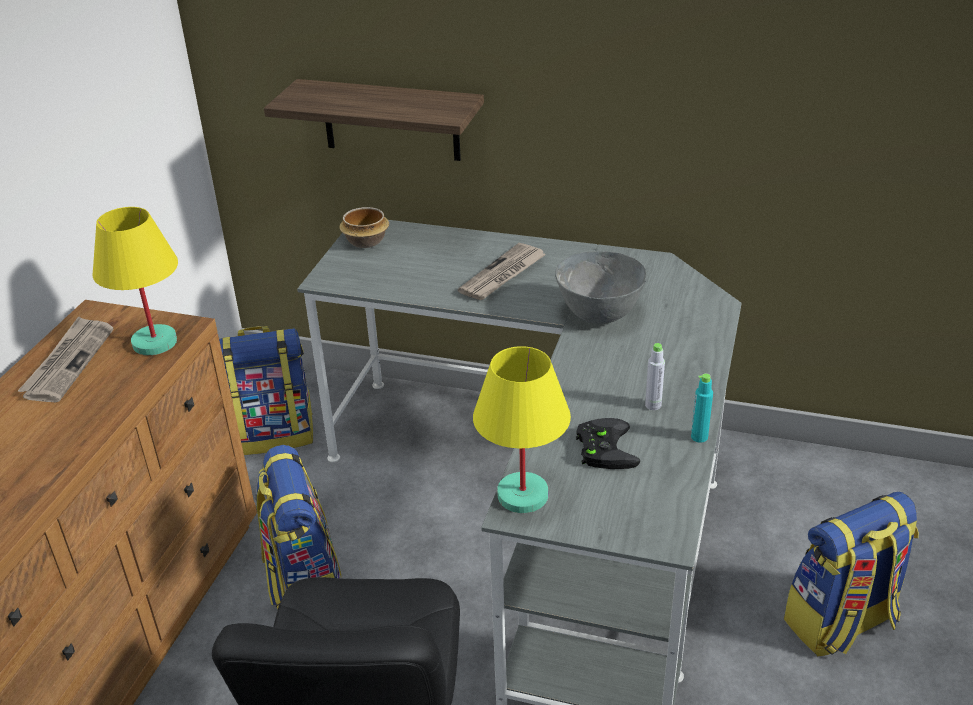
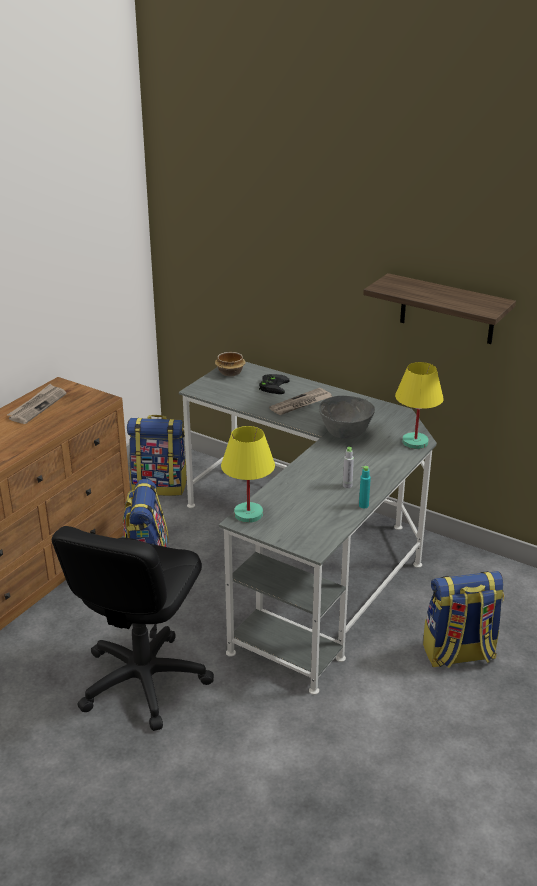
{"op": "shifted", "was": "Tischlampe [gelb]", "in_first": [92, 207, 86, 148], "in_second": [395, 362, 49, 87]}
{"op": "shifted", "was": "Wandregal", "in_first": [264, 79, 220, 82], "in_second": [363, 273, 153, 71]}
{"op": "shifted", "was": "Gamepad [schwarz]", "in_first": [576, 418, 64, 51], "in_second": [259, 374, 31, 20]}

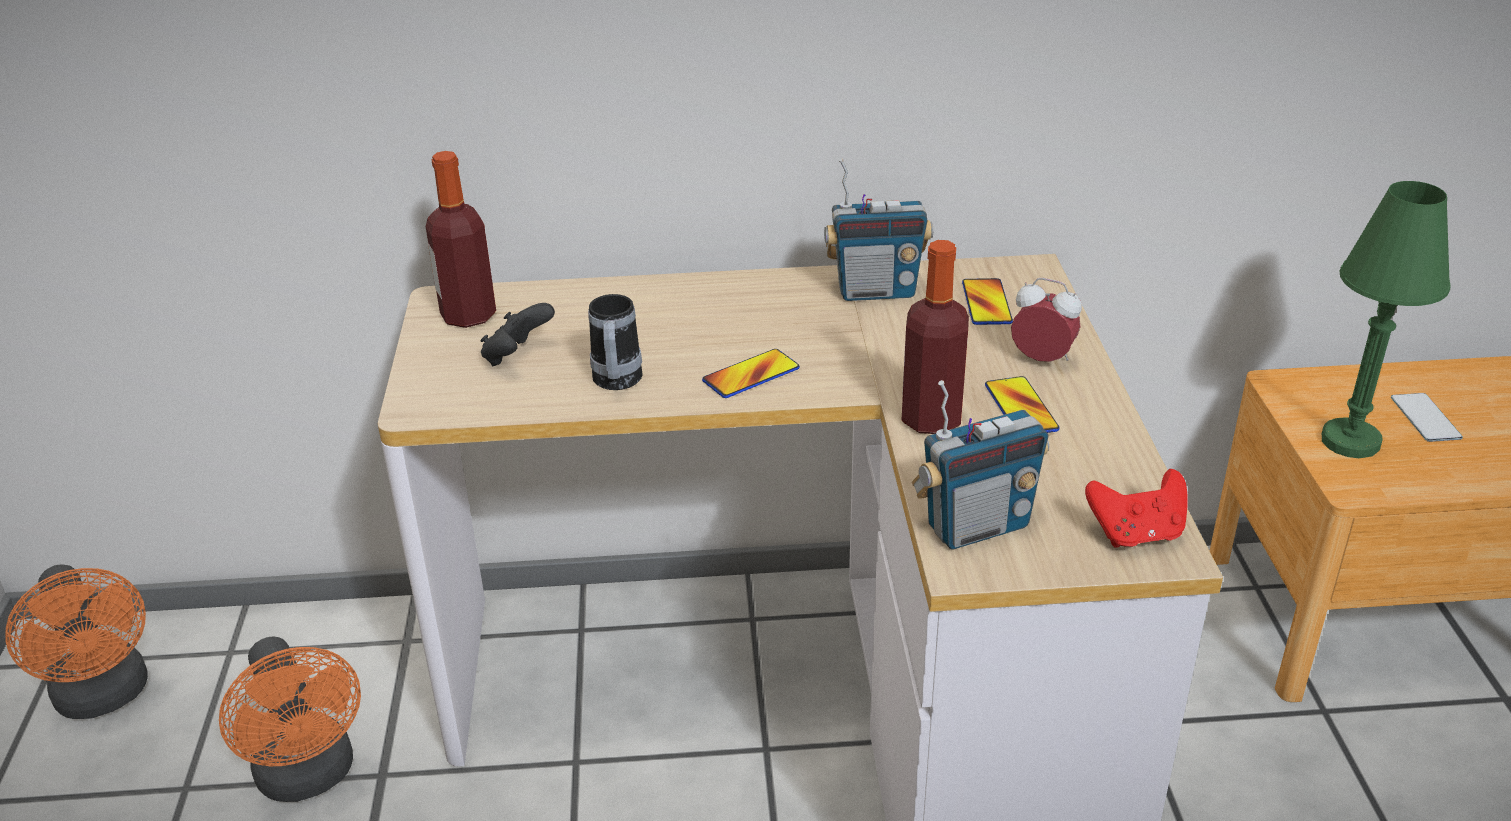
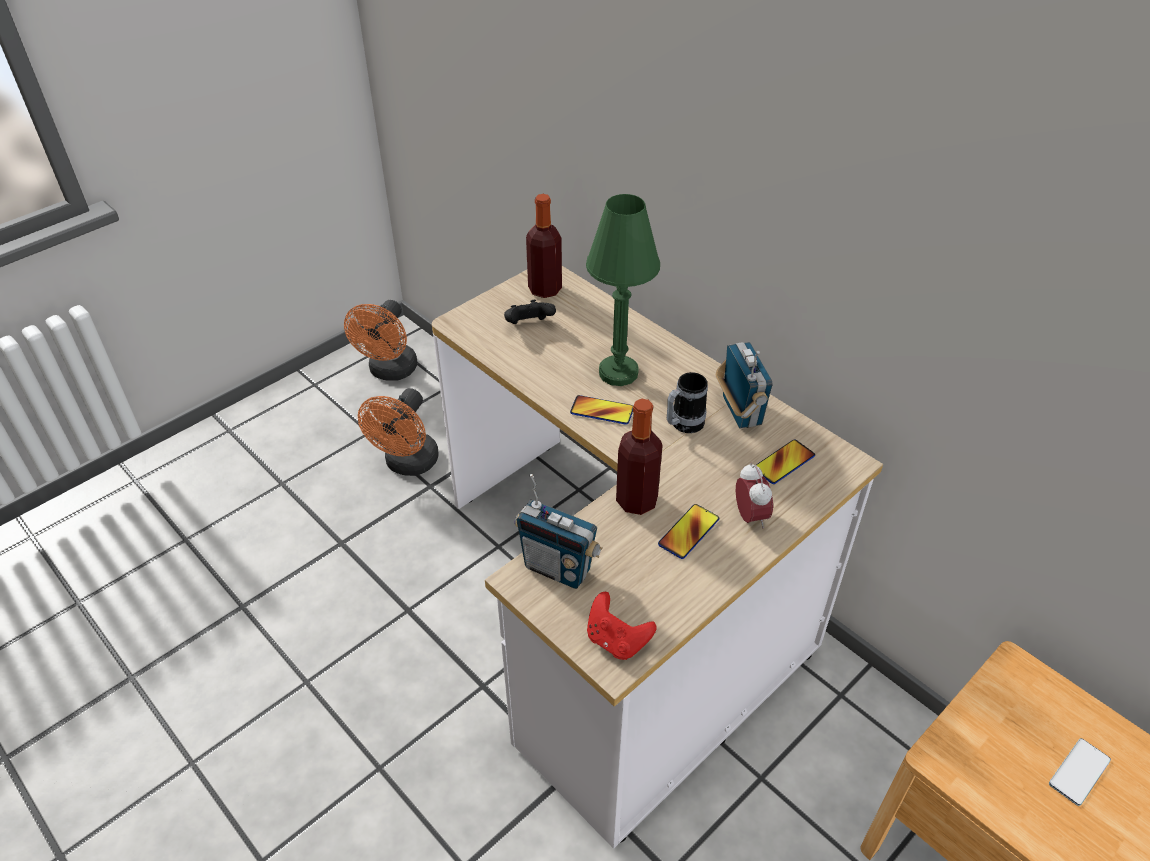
{"op": "shifted", "was": "Henkelbecher", "in_first": [588, 294, 55, 96], "in_second": [667, 372, 41, 61]}
{"op": "rotated", "was": "Radio", "in_first": [824, 158, 109, 143], "in_second": [716, 342, 57, 86], "clockwise": -150}
{"op": "shifted", "was": "Tischlampe [grün]", "in_first": [1322, 181, 129, 277], "in_second": [586, 194, 74, 192]}

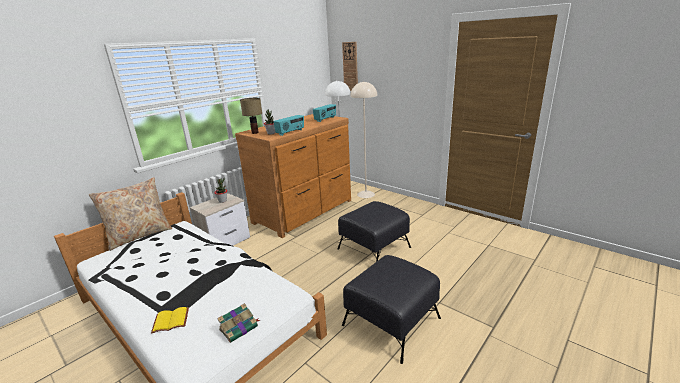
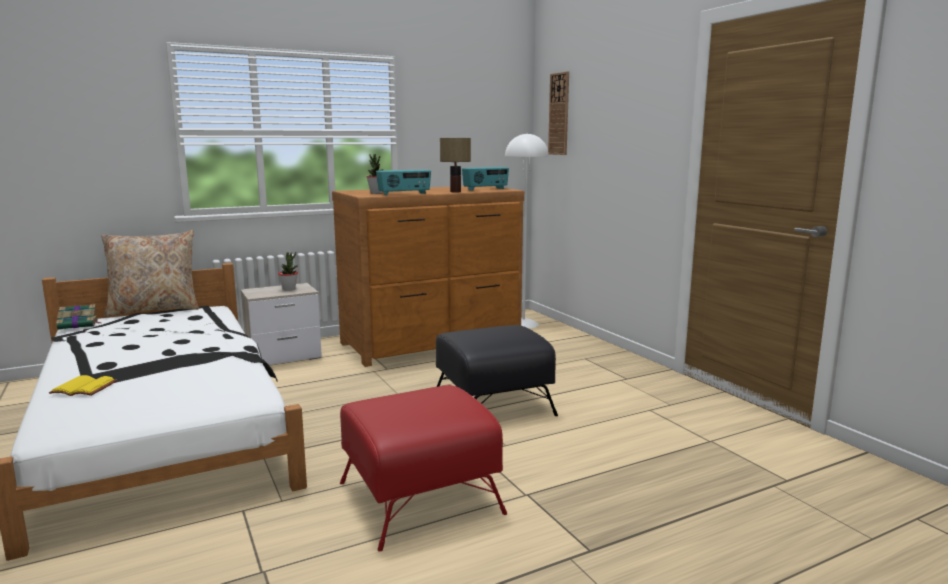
{"op": "shifted", "was": "Buch", "in_first": [217, 303, 43, 40], "in_second": [56, 304, 45, 26]}
{"op": "shifted", "was": "Tischlampe", "in_first": [240, 98, 22, 36], "in_second": [440, 138, 31, 54]}
{"op": "repainted", "was": "Polsterhocker [schwarz]", "now": "Polsterhocker [rot]", "in_first": [342, 255, 99, 109], "in_second": [340, 385, 167, 166]}
{"op": "gone", "was": "Stehlampe [beige]", "in_first": [350, 81, 27, 117]}

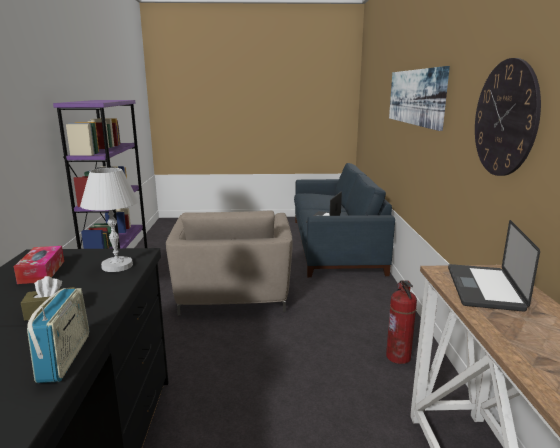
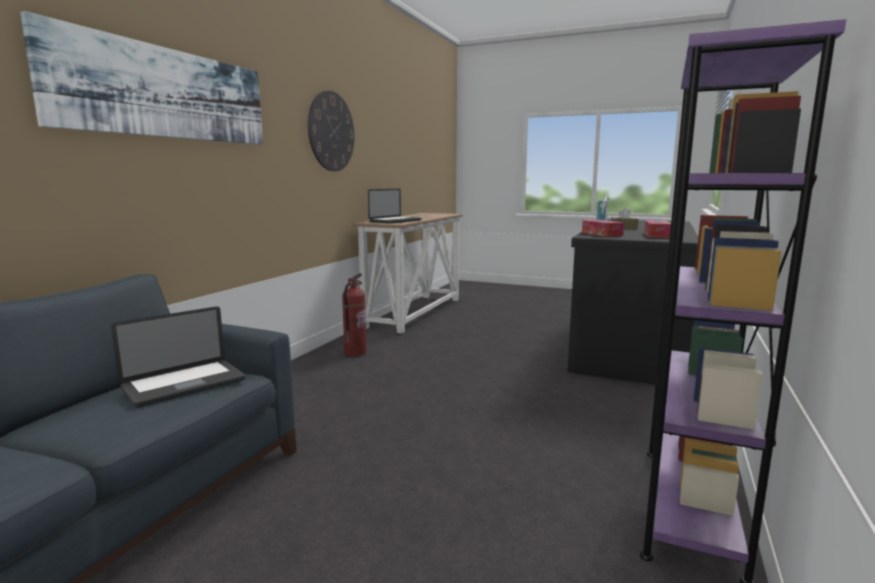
{"op": "swapped", "was": "Tischlampe [weiß]", "now": "Taschentuchbox", "in_first": [80, 168, 59, 104], "in_second": [582, 220, 42, 17]}
{"op": "gone", "was": "Sessel [beige]", "in_first": [166, 210, 127, 106]}

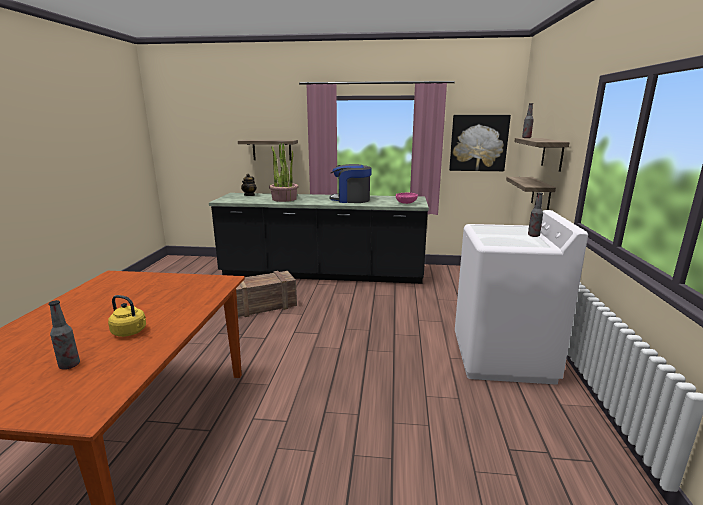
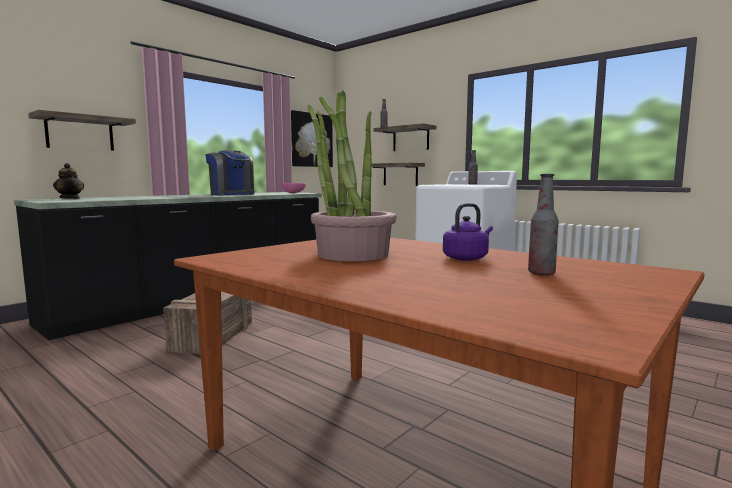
{"op": "repainted", "was": "Wasserkessel [gelb]", "now": "Wasserkessel [lila]", "in_first": [108, 295, 38, 42], "in_second": [443, 203, 50, 58]}
{"op": "shifted", "was": "Topfpflanze", "in_first": [269, 144, 30, 58], "in_second": [307, 90, 89, 171]}
{"op": "rotated", "was": "Kaffeemaschine", "in_first": [329, 164, 43, 39], "in_second": [205, 150, 50, 45], "clockwise": -90}

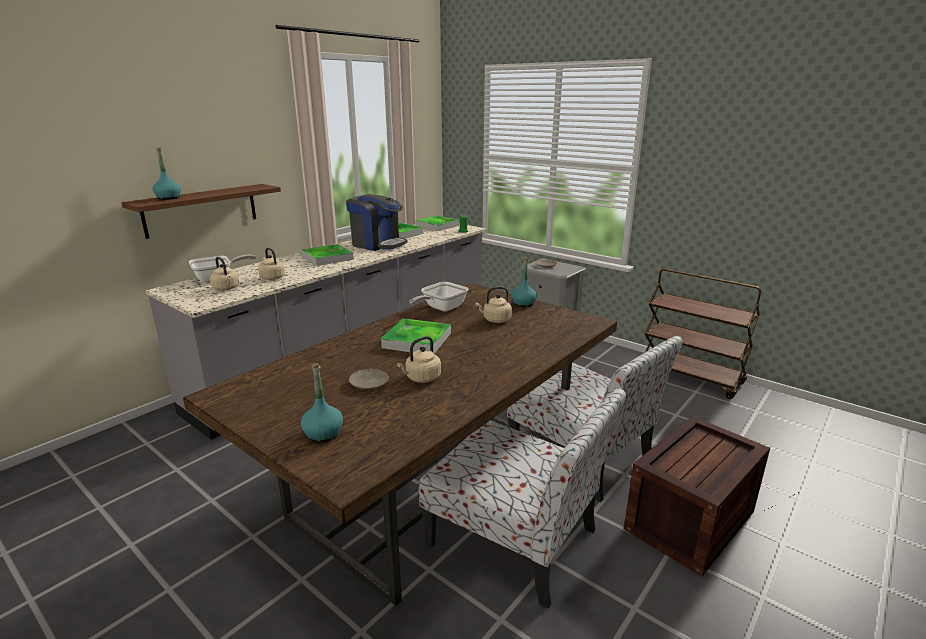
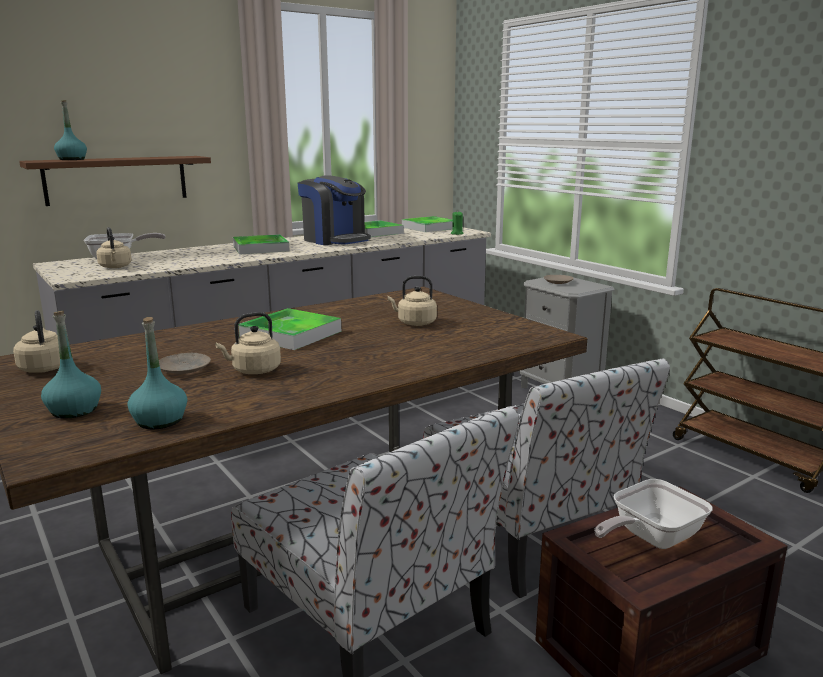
{"op": "shifted", "was": "Wasserkessel [beige]", "in_first": [258, 248, 27, 32], "in_second": [13, 310, 47, 63]}
{"op": "shifted", "was": "Pfanne", "in_first": [409, 282, 59, 29], "in_second": [594, 479, 119, 70]}
{"op": "shifted", "was": "Flasche [türkis]", "in_first": [511, 257, 26, 50], "in_second": [127, 317, 60, 112]}

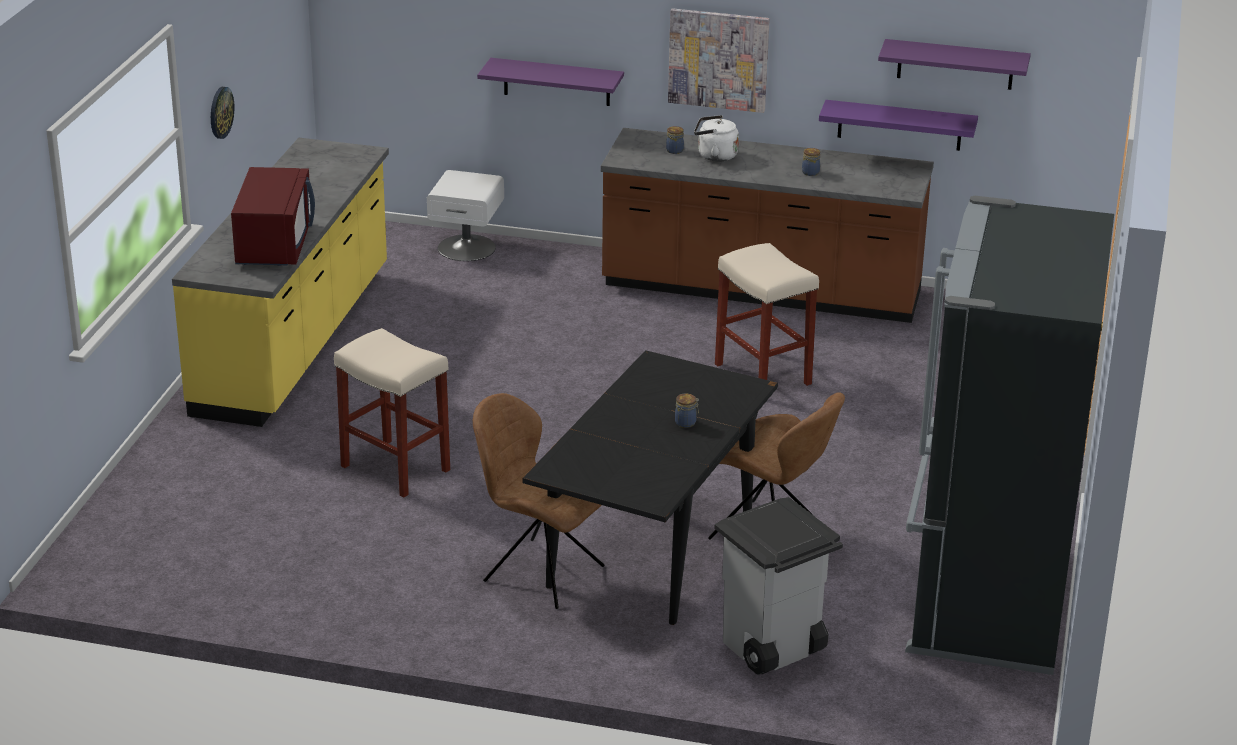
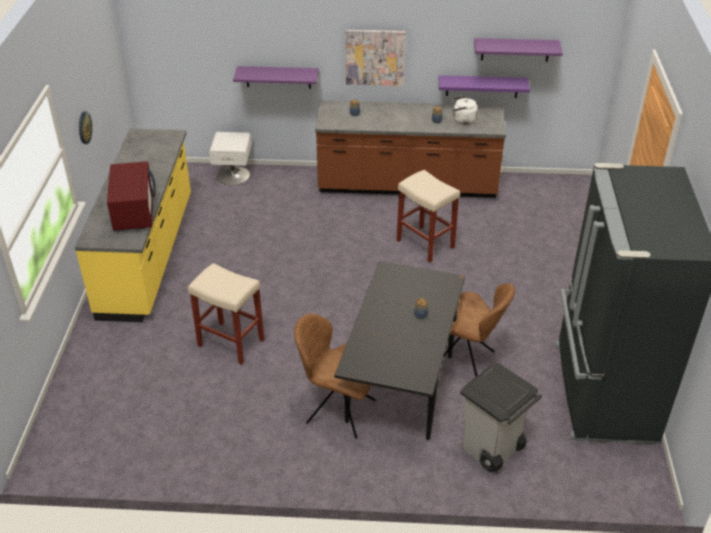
{"op": "shifted", "was": "Wasserkessel [weiß]", "in_first": [694, 115, 45, 47], "in_second": [452, 96, 26, 29]}

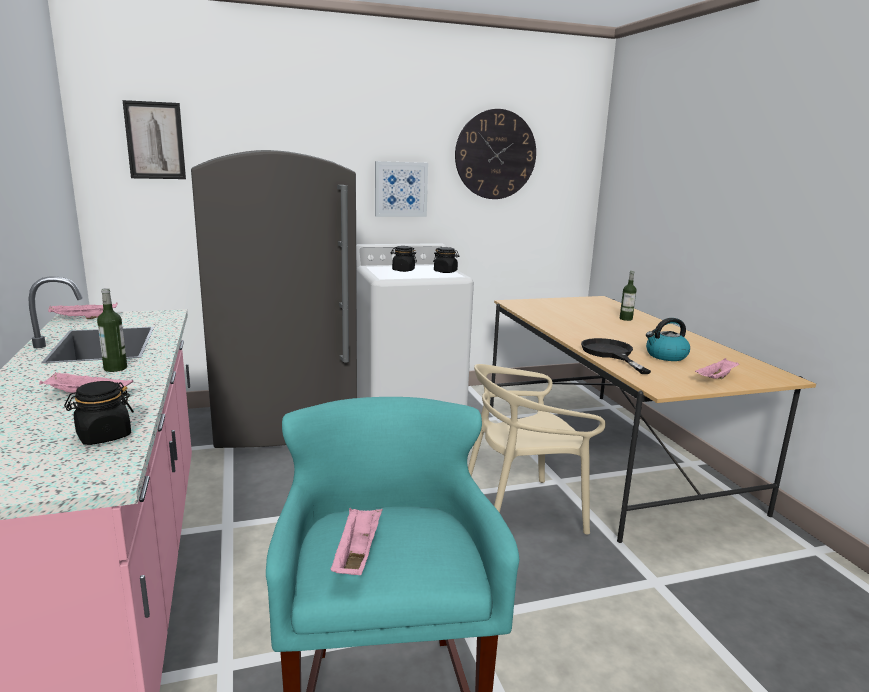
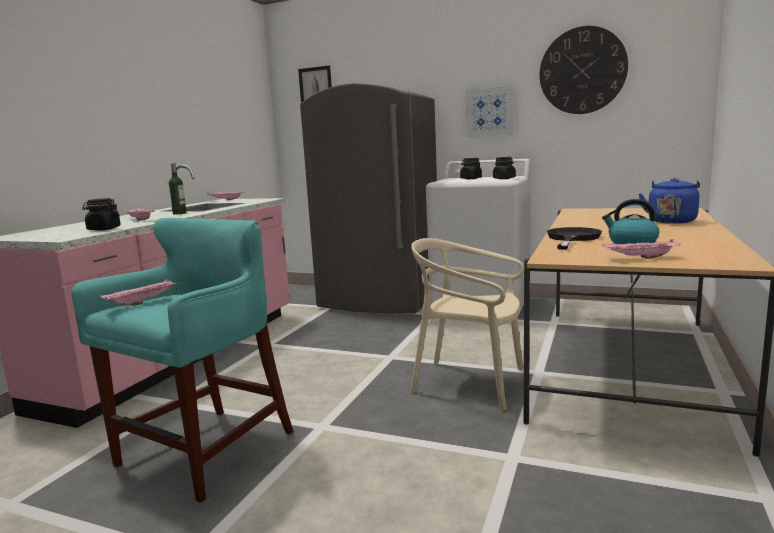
{"op": "swapped", "was": "Flasche", "now": "Wasserkessel [blau]", "in_first": [620, 271, 17, 50], "in_second": [639, 178, 61, 46]}

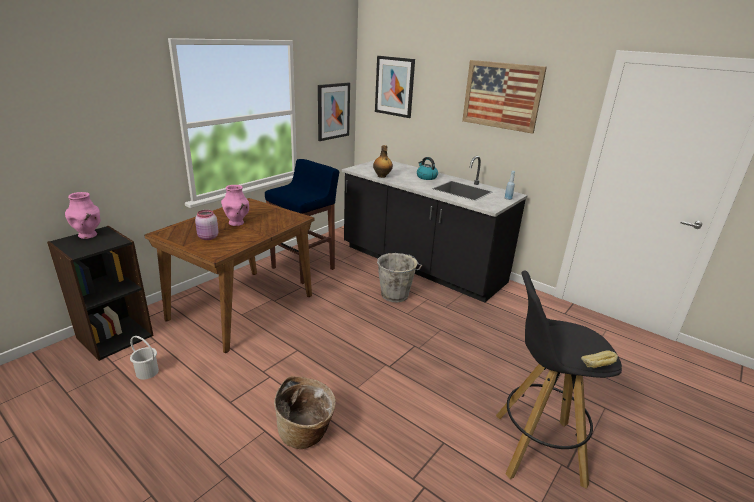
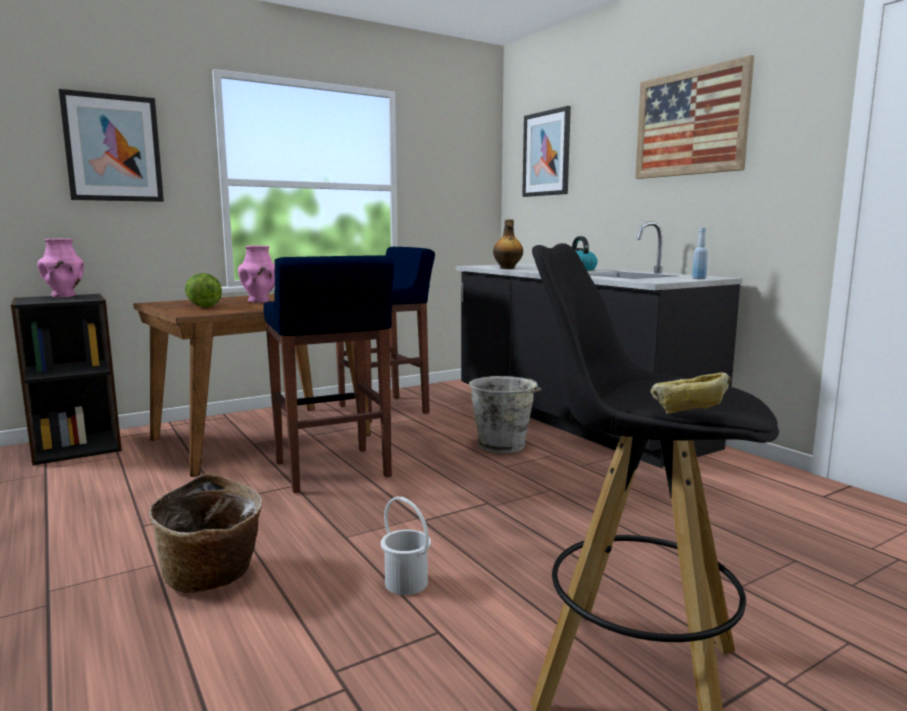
{"op": "shifted", "was": "Eimer [weiß]", "in_first": [130, 336, 29, 44], "in_second": [381, 497, 50, 98]}
{"op": "swapped", "was": "Vorratsglas [rosa]", "now": "Salatkopf", "in_first": [195, 210, 23, 30], "in_second": [185, 273, 37, 34]}
{"op": "shifted", "was": "Bild", "in_first": [318, 83, 32, 58], "in_second": [59, 89, 105, 113]}
{"op": "new", "now": "Hocker [blau]", "in_second": [264, 255, 130, 238]}

